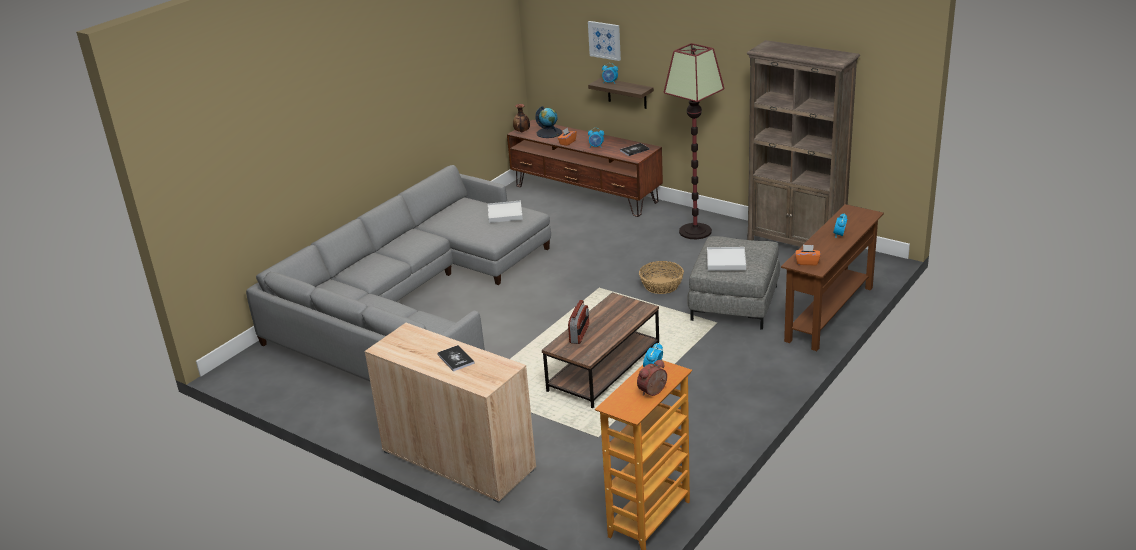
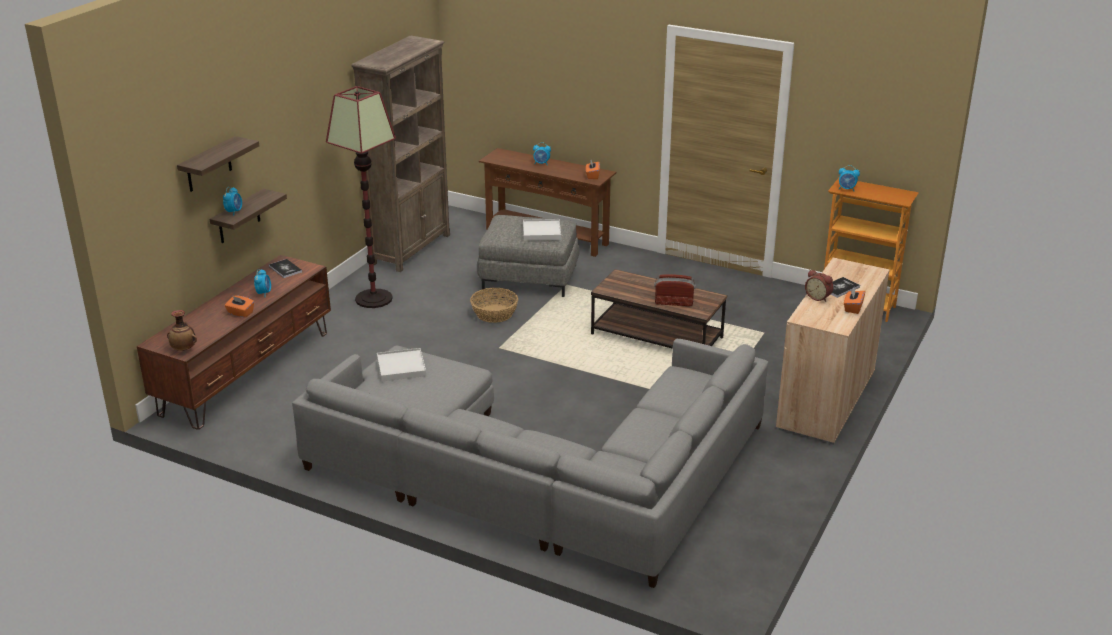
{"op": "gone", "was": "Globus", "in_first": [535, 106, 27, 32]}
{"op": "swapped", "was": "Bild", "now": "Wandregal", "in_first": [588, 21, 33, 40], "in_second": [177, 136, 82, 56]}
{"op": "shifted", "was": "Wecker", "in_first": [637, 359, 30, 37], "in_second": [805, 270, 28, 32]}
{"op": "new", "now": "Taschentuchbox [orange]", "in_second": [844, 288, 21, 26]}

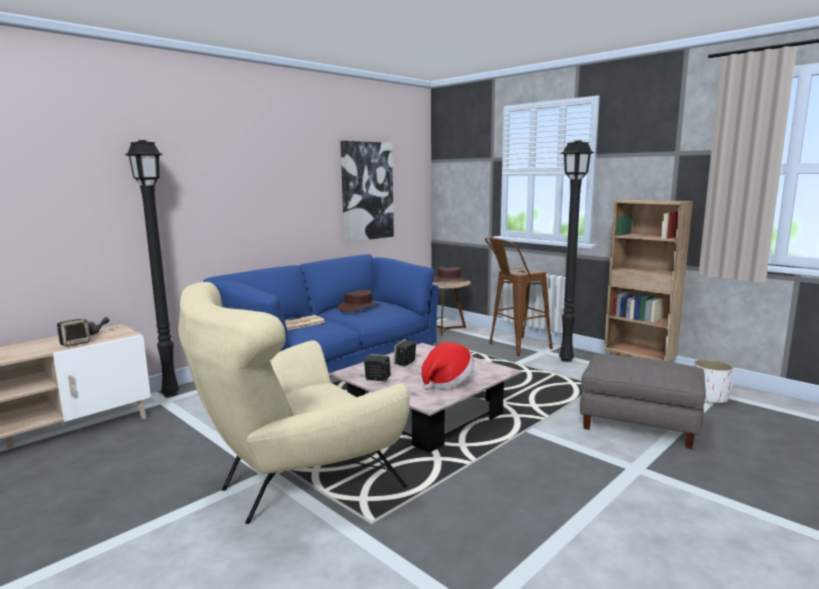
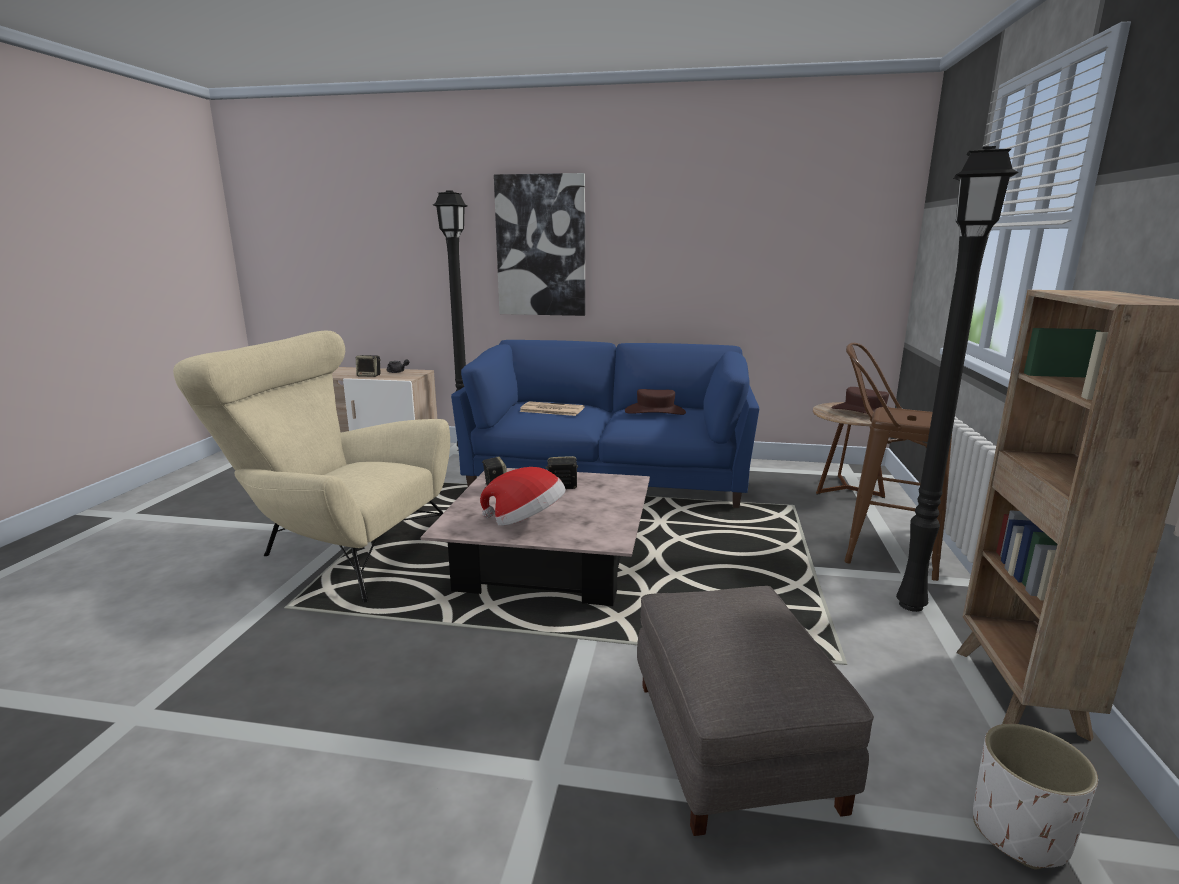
{"op": "shifted", "was": "Bild", "in_first": [340, 141, 54, 101], "in_second": [494, 173, 91, 143]}

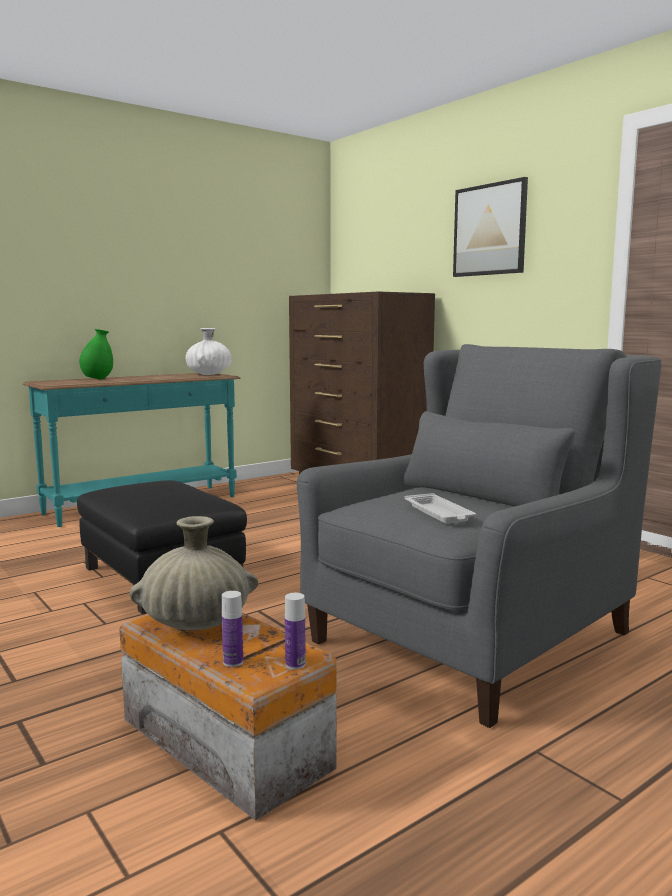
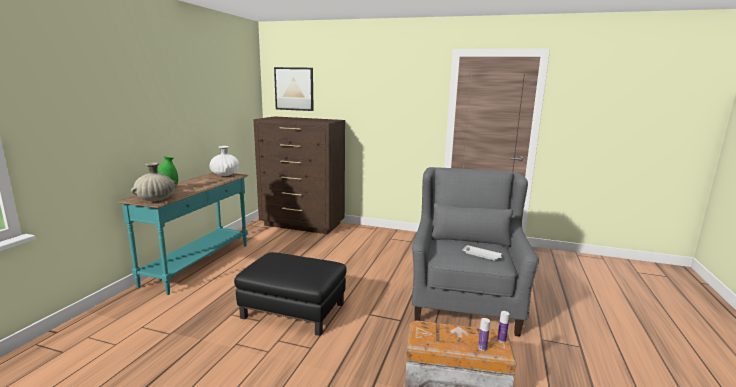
{"op": "shifted", "was": "Vase [beige]", "in_first": [129, 516, 129, 114], "in_second": [131, 163, 46, 38]}
{"op": "shifted", "was": "Bild", "in_first": [453, 177, 75, 100], "in_second": [274, 67, 40, 44]}

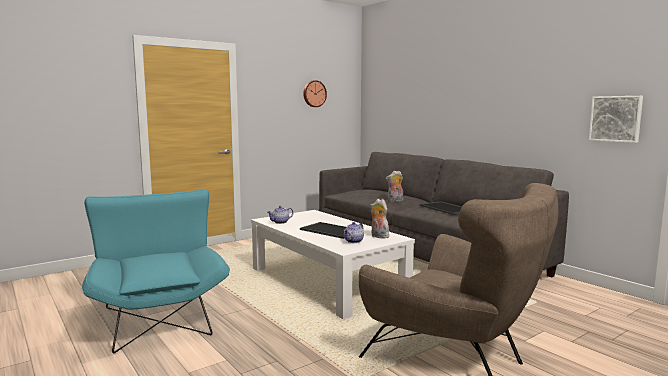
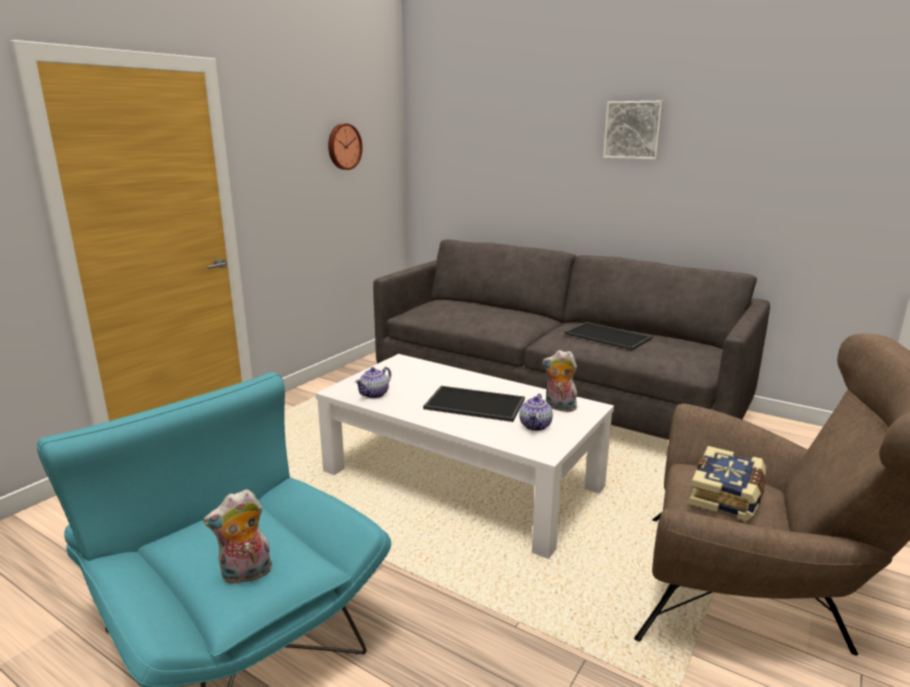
{"op": "shifted", "was": "Plüschtier", "in_first": [386, 171, 17, 30], "in_second": [203, 489, 69, 95]}
{"op": "shifted", "was": "Bild", "in_first": [589, 96, 54, 47], "in_second": [603, 101, 61, 59]}
{"op": "new", "now": "Buch", "in_second": [688, 446, 78, 75]}

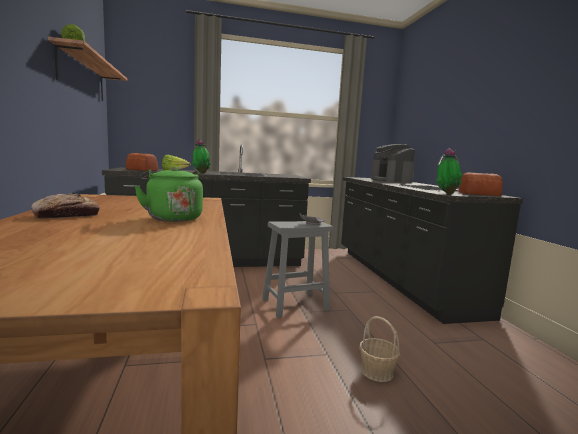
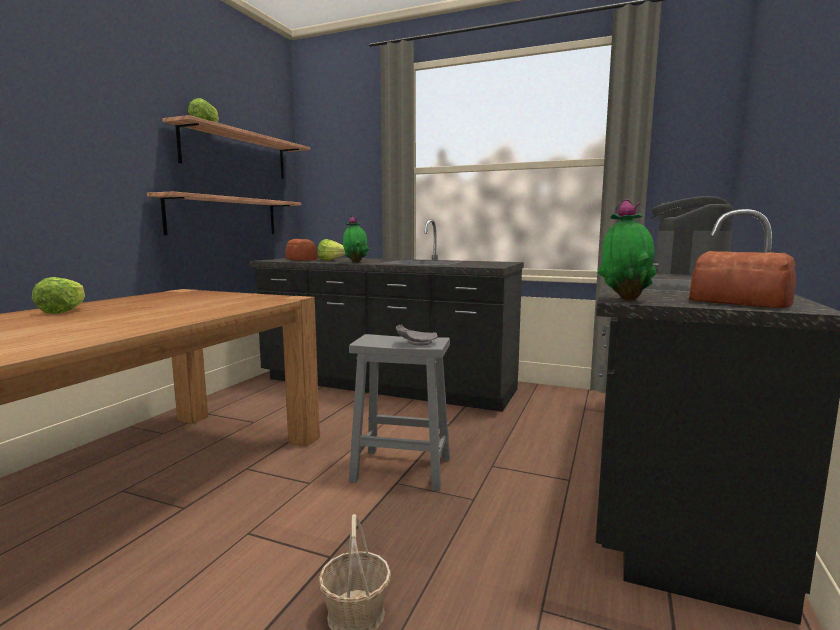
{"op": "swapped", "was": "Brot", "now": "Salatkopf", "in_first": [31, 194, 69, 25], "in_second": [32, 277, 53, 37]}
{"op": "gone", "was": "Wasserkessel [grün]", "in_first": [134, 166, 69, 56]}
{"op": "new", "now": "Wandregal", "in_second": [147, 191, 154, 44]}

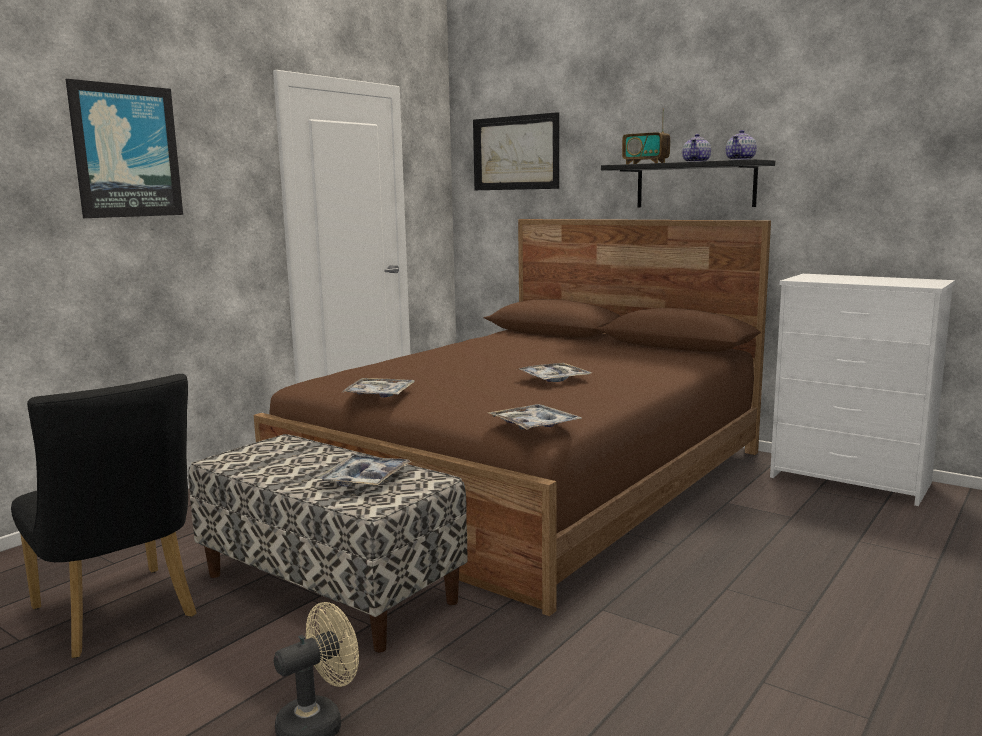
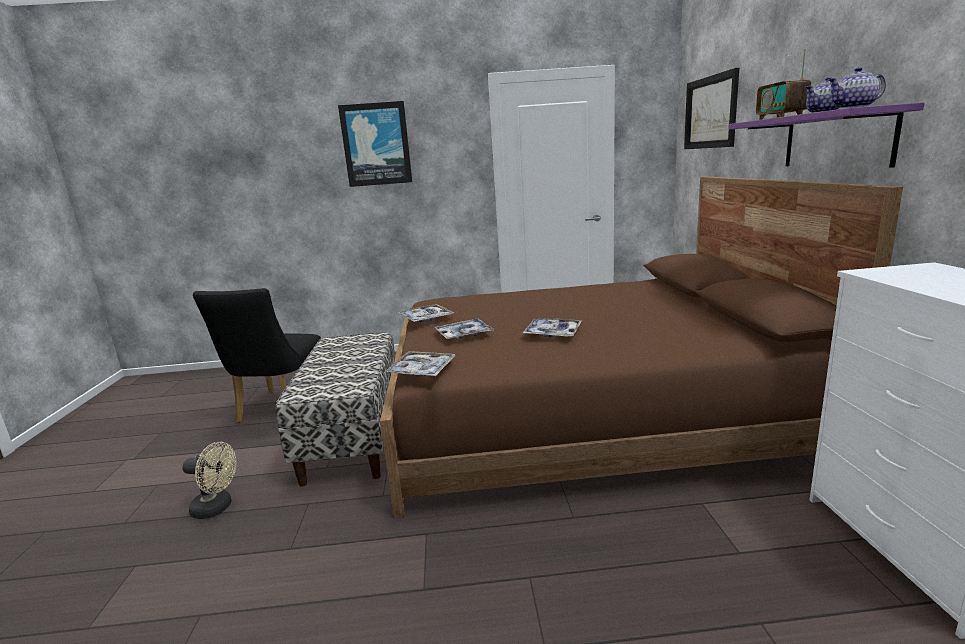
{"op": "shifted", "was": "Tablett", "in_first": [317, 455, 95, 32], "in_second": [435, 319, 59, 21]}
{"op": "repainted", "was": "Wandregal [schwarz]", "now": "Wandregal [lila]", "in_first": [601, 159, 174, 48], "in_second": [728, 102, 197, 65]}

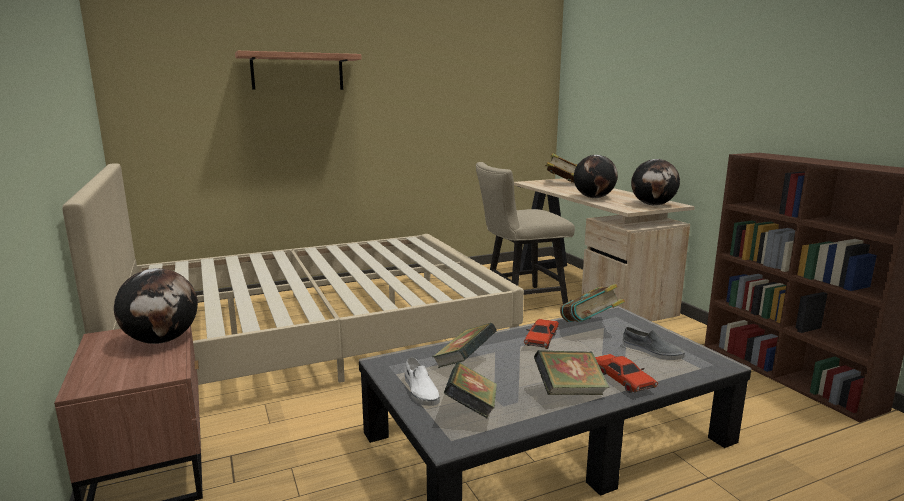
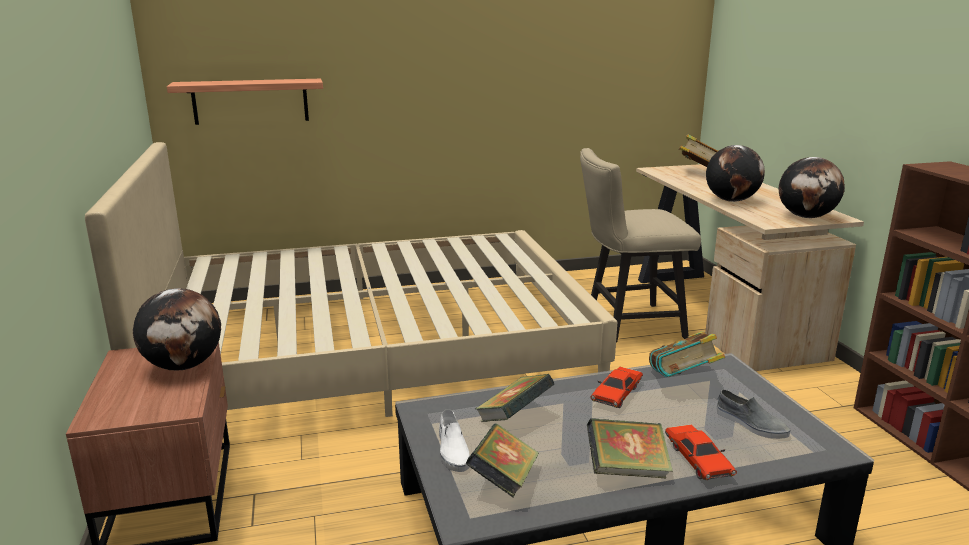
{"op": "shifted", "was": "Wandregal", "in_first": [235, 51, 127, 39], "in_second": [167, 79, 156, 46]}

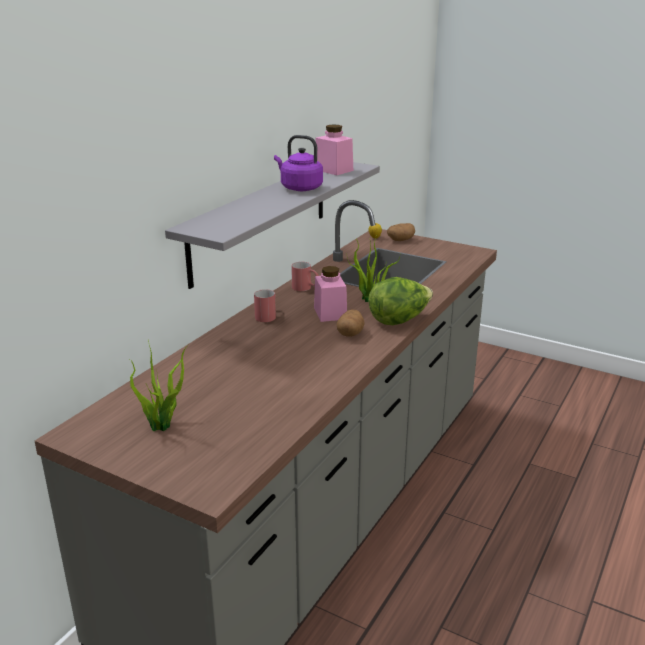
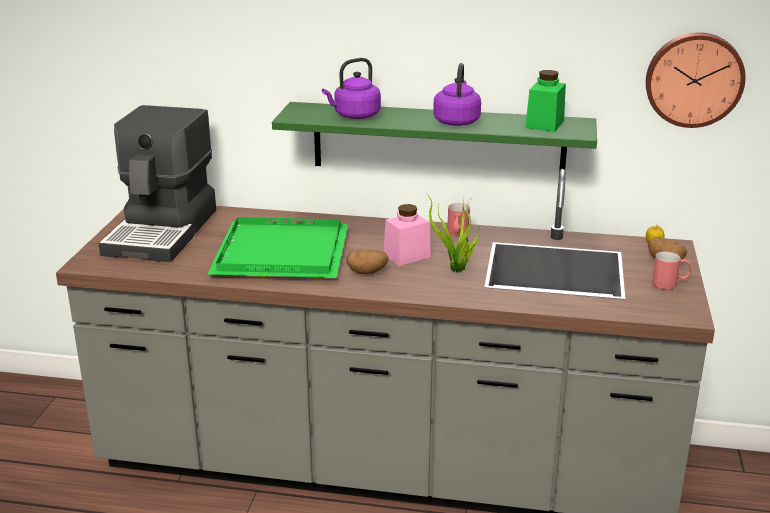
{"op": "swapped", "was": "Topfpflanze", "now": "Kaffeemaschine", "in_first": [130, 340, 59, 91], "in_second": [98, 105, 118, 157]}
{"op": "repainted", "was": "Wandregal [grau]", "now": "Wandregal [grün]", "in_first": [165, 162, 215, 127], "in_second": [272, 102, 325, 69]}
{"op": "shifted", "was": "Henkelbecher [rot]", "in_first": [254, 289, 22, 33], "in_second": [652, 252, 40, 38]}
{"op": "repainted", "was": "Vorratsglas [rosa]", "now": "Vorratsglas [grün]", "in_first": [315, 124, 38, 51], "in_second": [525, 70, 41, 62]}
{"op": "gone", "was": "Salatkopf", "in_first": [368, 277, 65, 48]}
{"op": "new", "now": "Tablett [grün]", "in_second": [207, 217, 141, 62]}
{"op": "new", "now": "Wasserkessel [lila]", "in_second": [322, 58, 59, 61]}
{"op": "new", "now": "Wanduhr", "in_second": [646, 32, 100, 96]}

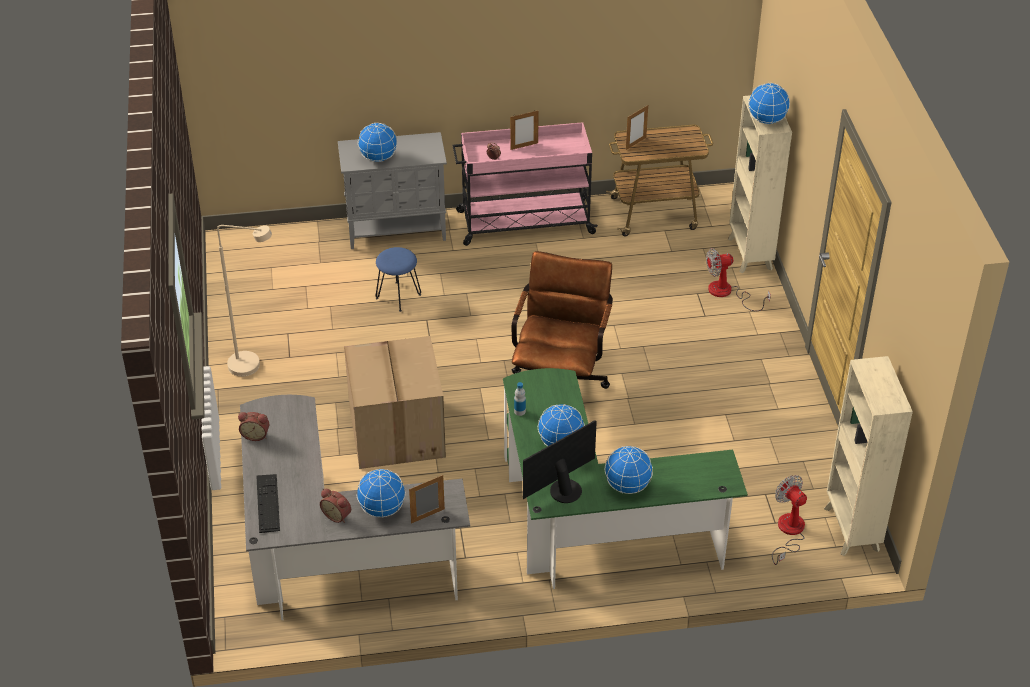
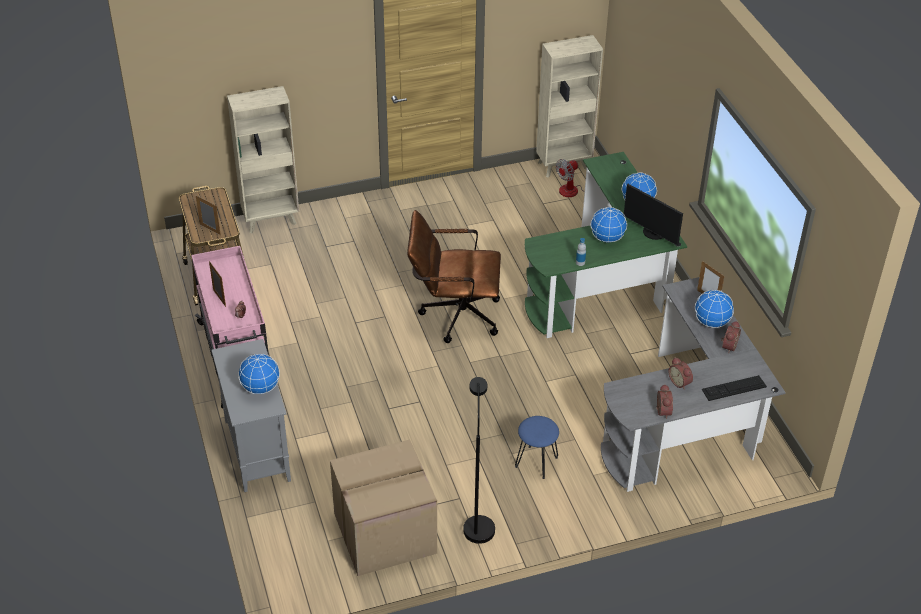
{"op": "repainted", "was": "Stehlampe [beige]", "now": "Stehlampe [schwarz]", "in_first": [217, 225, 55, 152], "in_second": [463, 377, 32, 167]}
{"op": "shifted", "was": "Karton", "in_first": [344, 336, 102, 133], "in_second": [330, 439, 107, 137]}
{"op": "shifted", "was": "Hocker [blau]", "in_first": [375, 247, 46, 65], "in_second": [515, 416, 44, 63]}
{"op": "gone", "was": "Ventilator", "in_first": [706, 248, 65, 63]}
{"op": "gone", "was": "Globus", "in_first": [748, 83, 42, 41]}
{"op": "new", "now": "Wecker", "in_second": [668, 357, 25, 33]}

